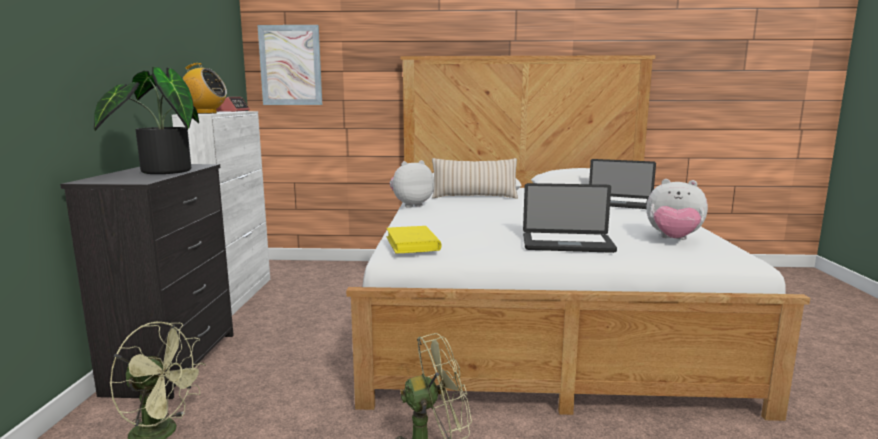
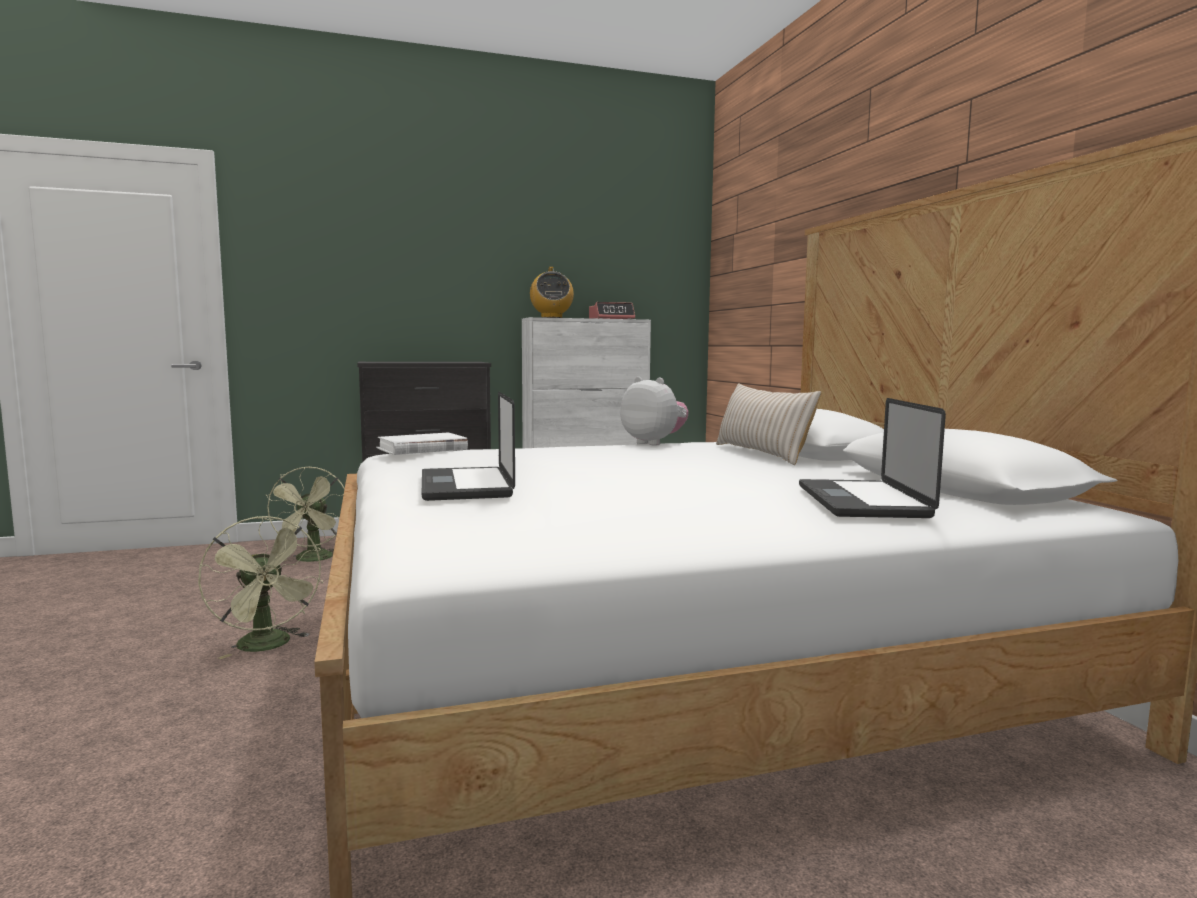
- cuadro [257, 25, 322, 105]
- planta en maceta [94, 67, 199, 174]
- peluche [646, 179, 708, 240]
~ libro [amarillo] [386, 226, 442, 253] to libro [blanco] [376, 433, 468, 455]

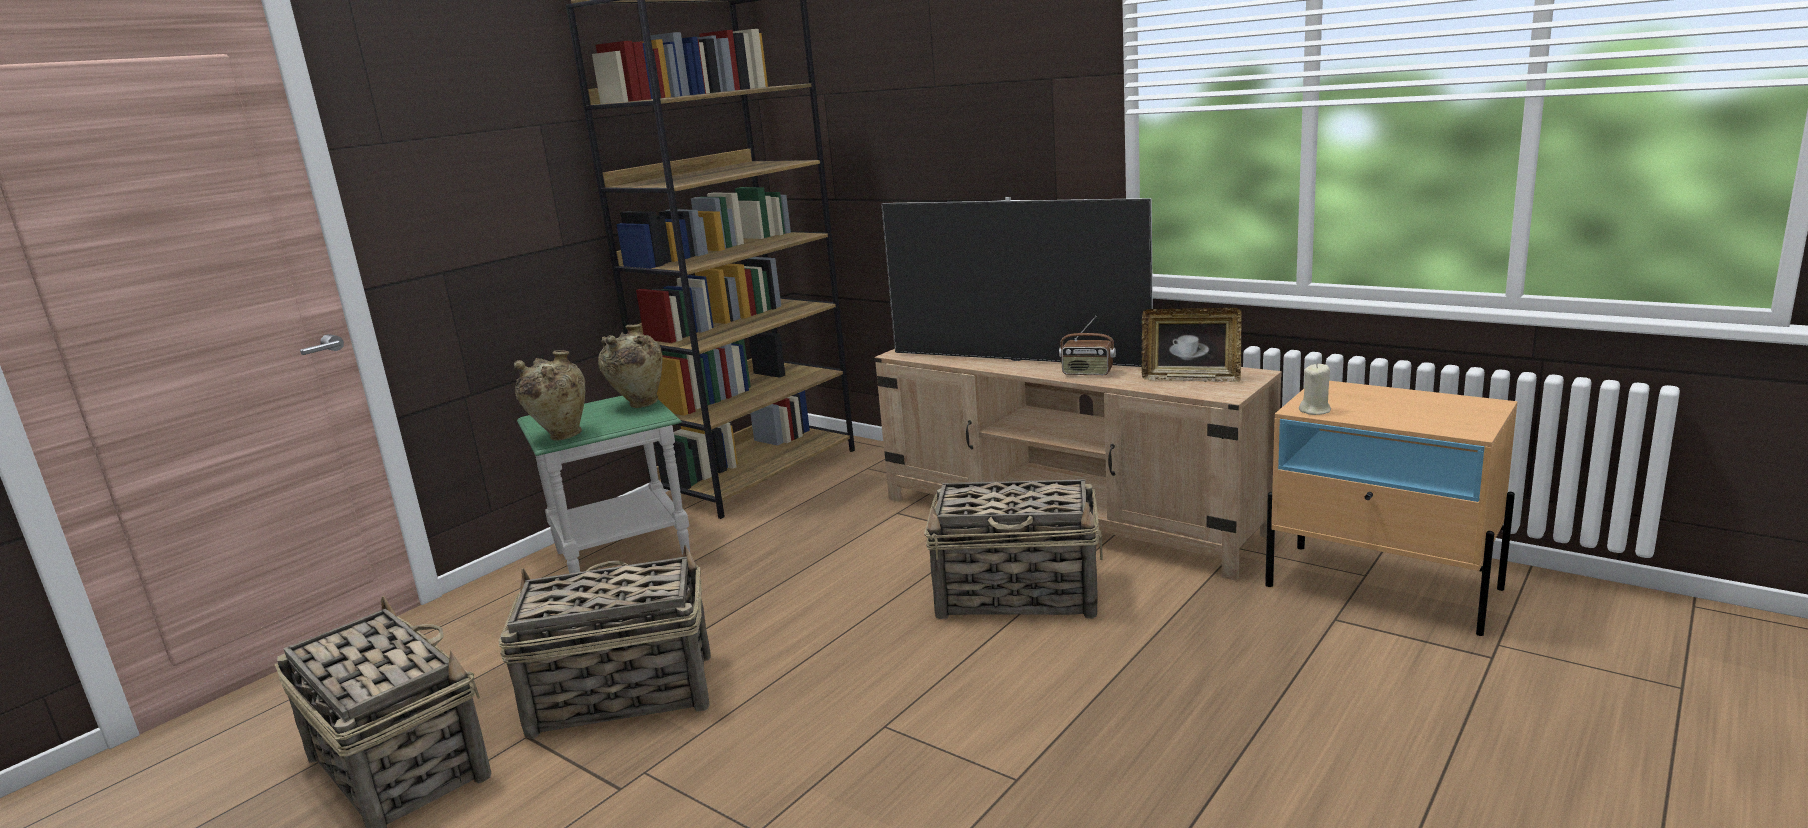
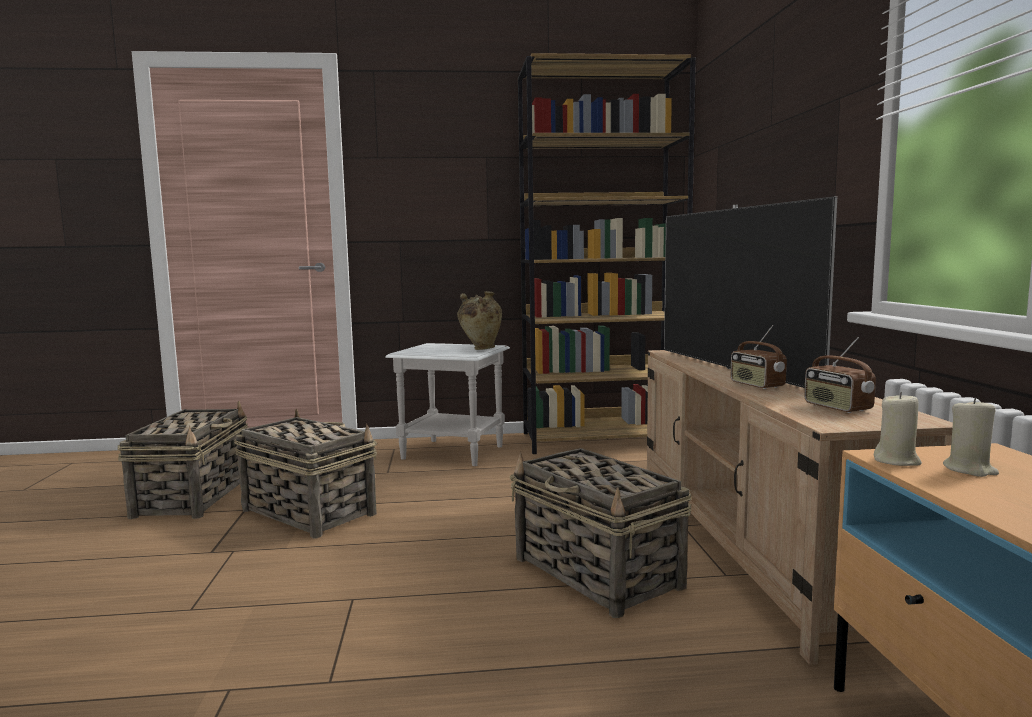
~ portarretratos [1141, 308, 1242, 382] to radio [804, 337, 876, 413]
- florero [beis] [514, 350, 586, 441]
~ mesa auxiliar [verde] [517, 396, 690, 573] to mesa auxiliar [blanco] [385, 343, 510, 466]
+ vela [beis] [943, 398, 999, 477]

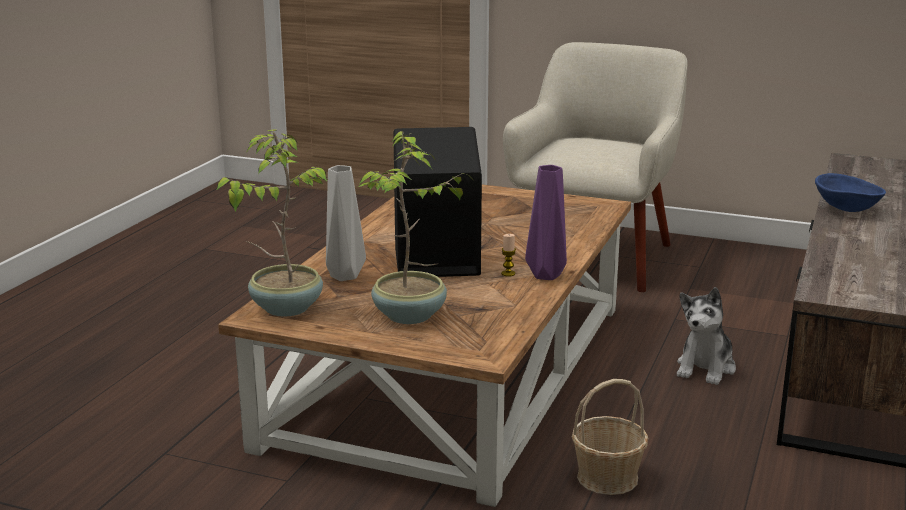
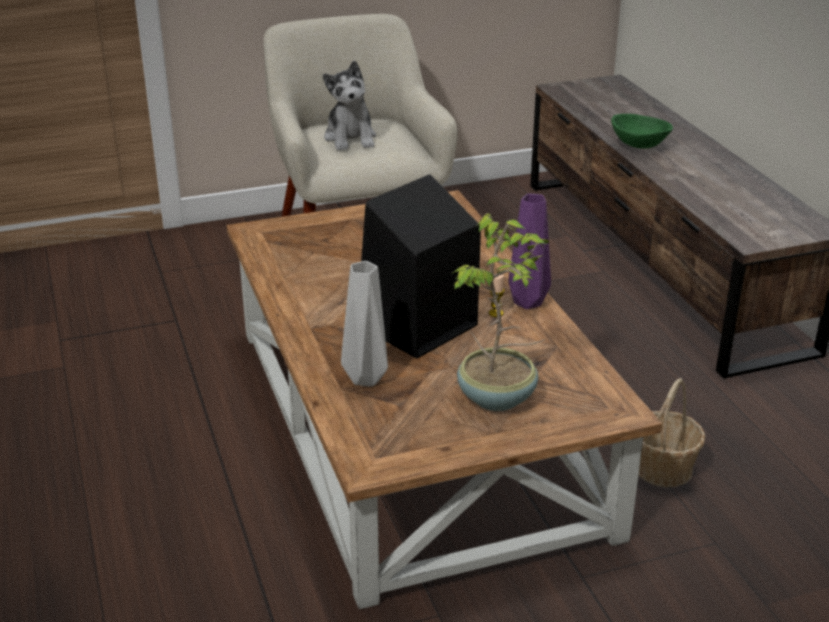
- planta en maceta [216, 129, 327, 316]
~ cuenco [azul] [815, 173, 886, 212] to cuenco [verde] [611, 114, 673, 149]
~ peluche [677, 287, 736, 385] to [323, 60, 376, 151]

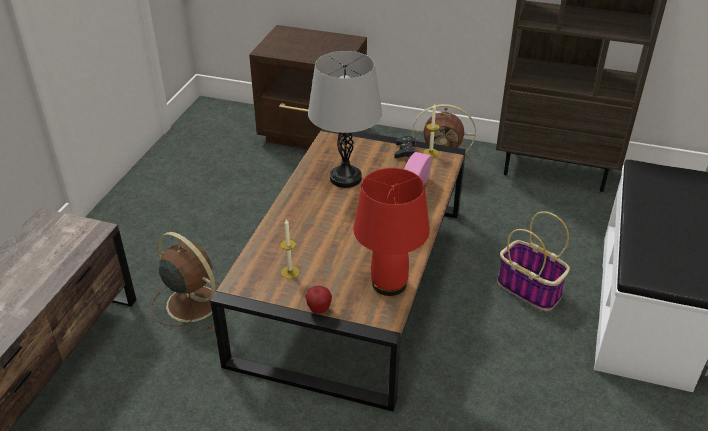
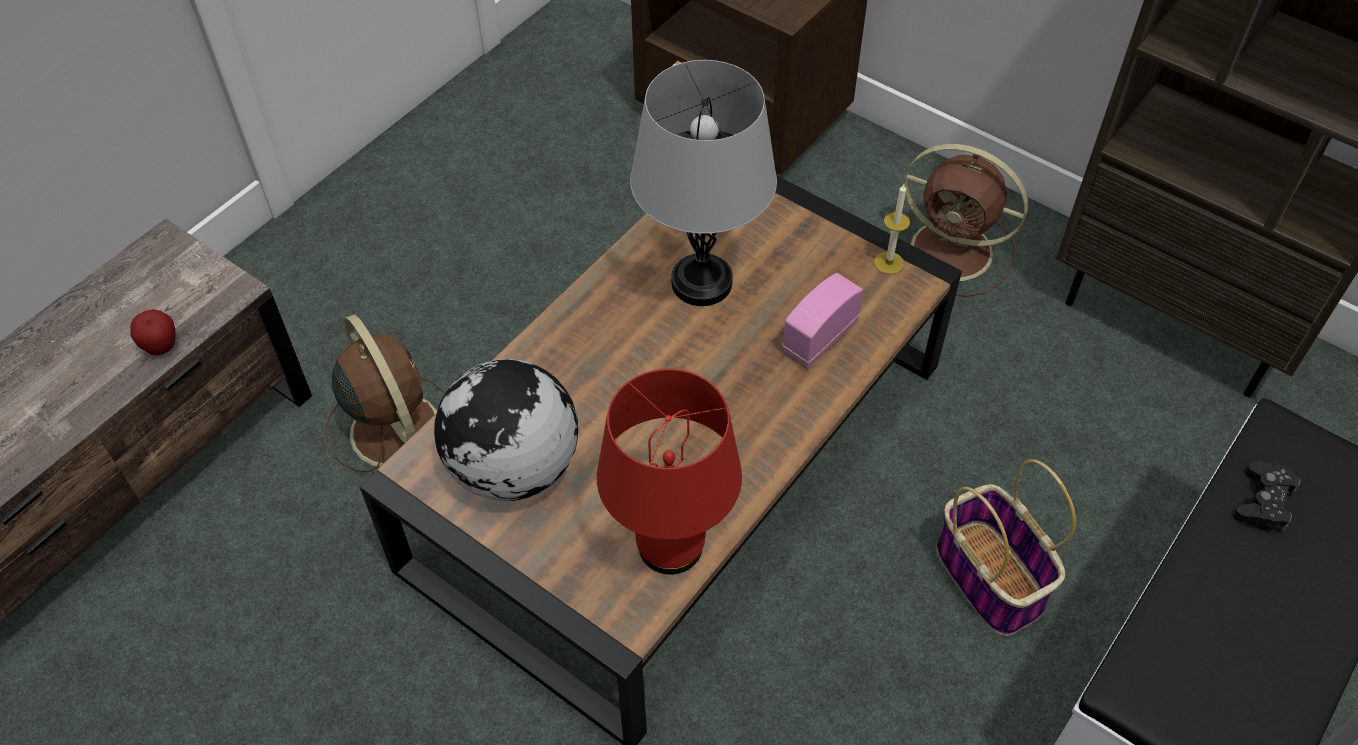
~ mando de consola [negro] [394, 136, 416, 158] to [1233, 462, 1300, 532]
~ vela [280, 219, 299, 279] to globo terráqueo [434, 359, 578, 501]
~ manzana [305, 286, 332, 314] to [130, 309, 176, 355]

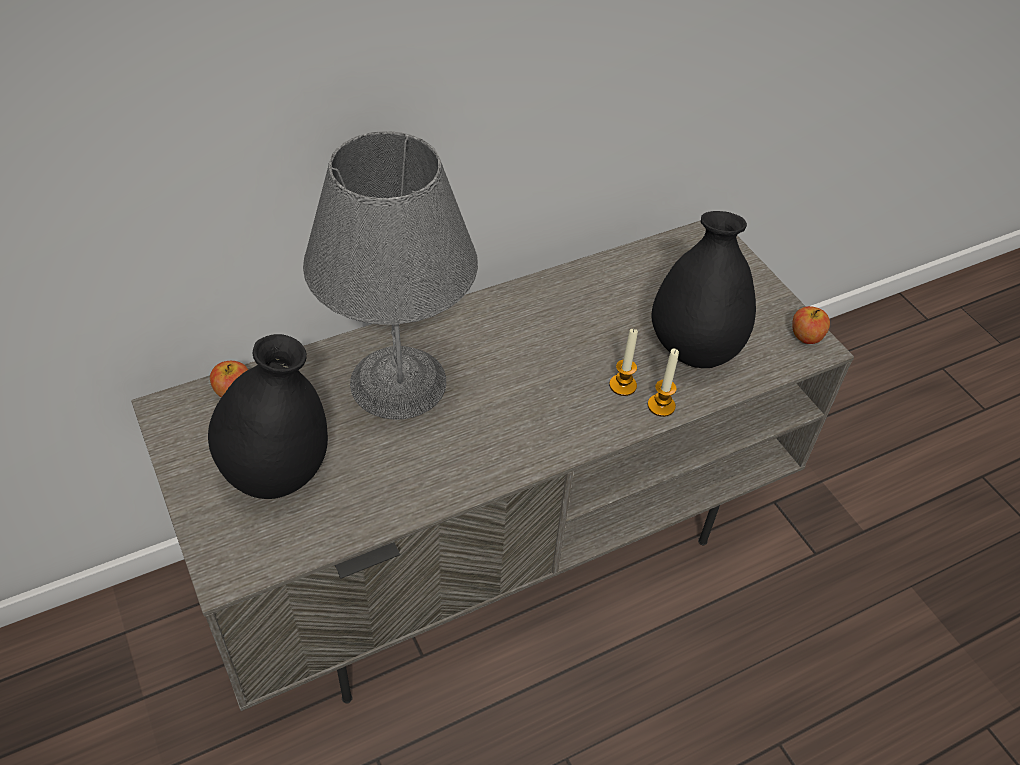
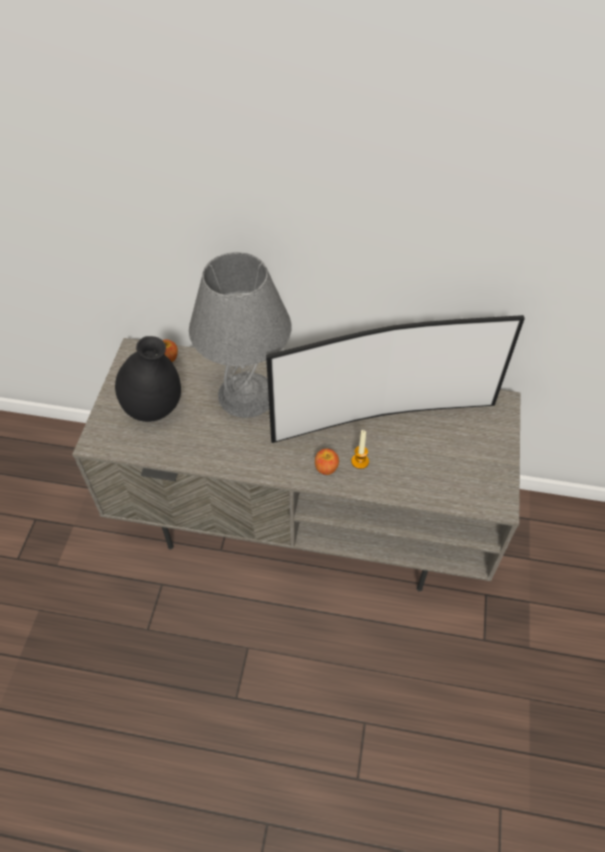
- florero [negro] [651, 211, 756, 368]
~ manzana [792, 306, 830, 344] to [315, 449, 339, 475]
- vela [648, 349, 679, 417]
+ televisor [266, 315, 525, 443]

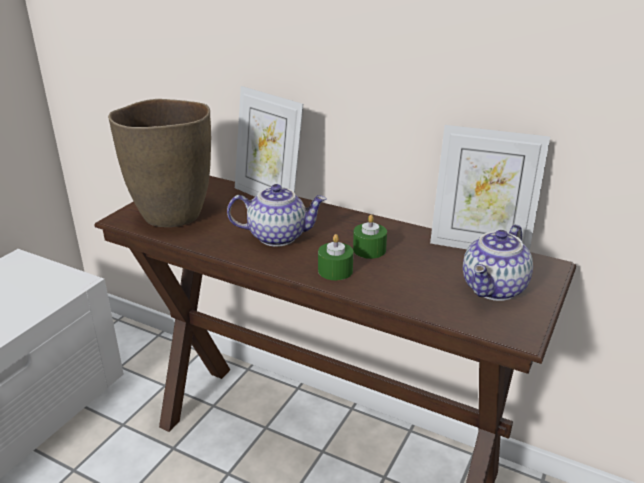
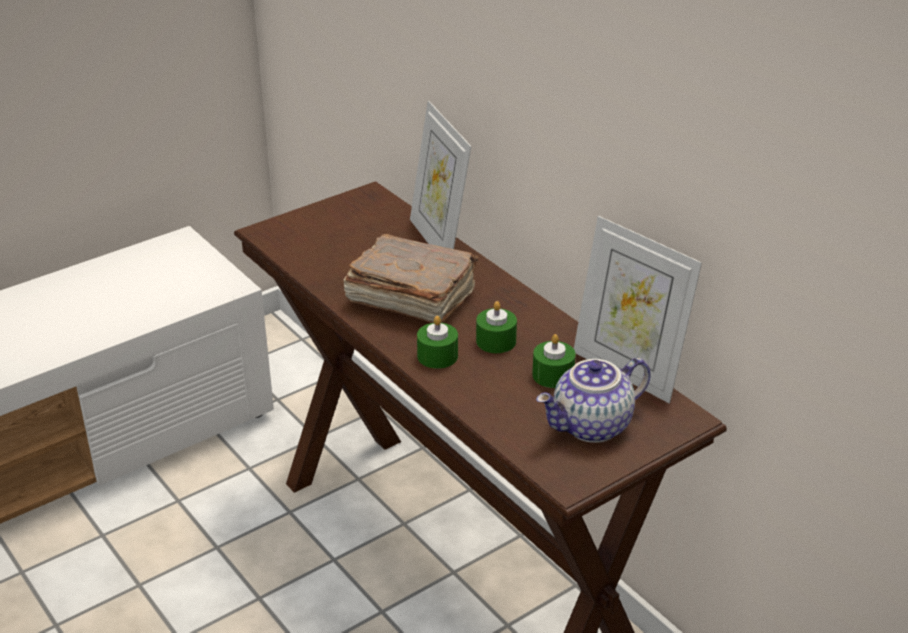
- florero [marrón] [108, 99, 211, 227]
~ tetera [227, 184, 327, 247] to libro [marrón] [344, 234, 478, 323]
+ vela [verde] [532, 334, 576, 388]

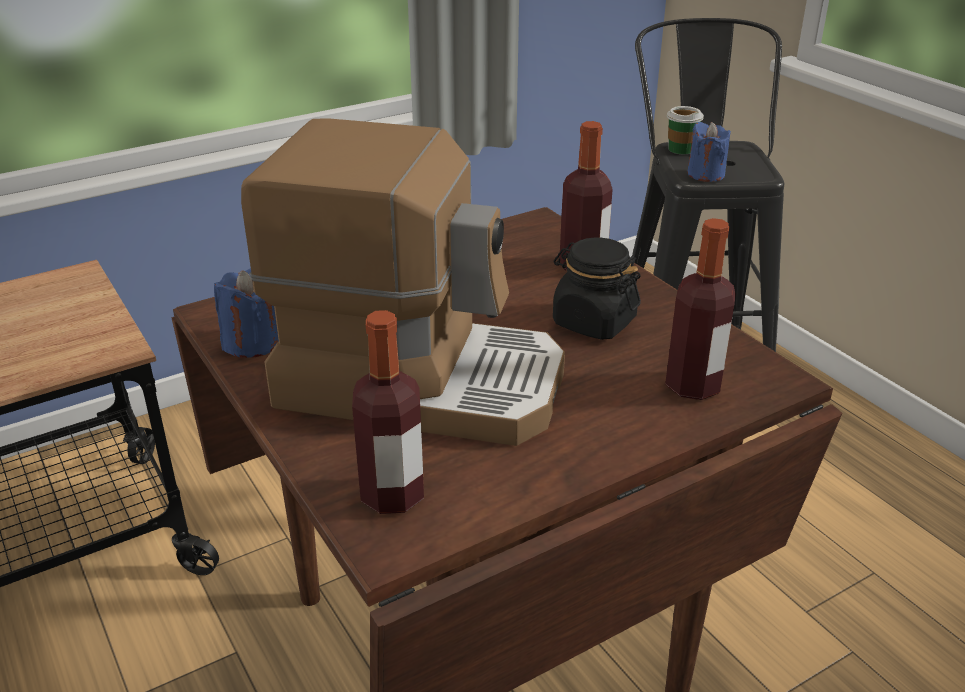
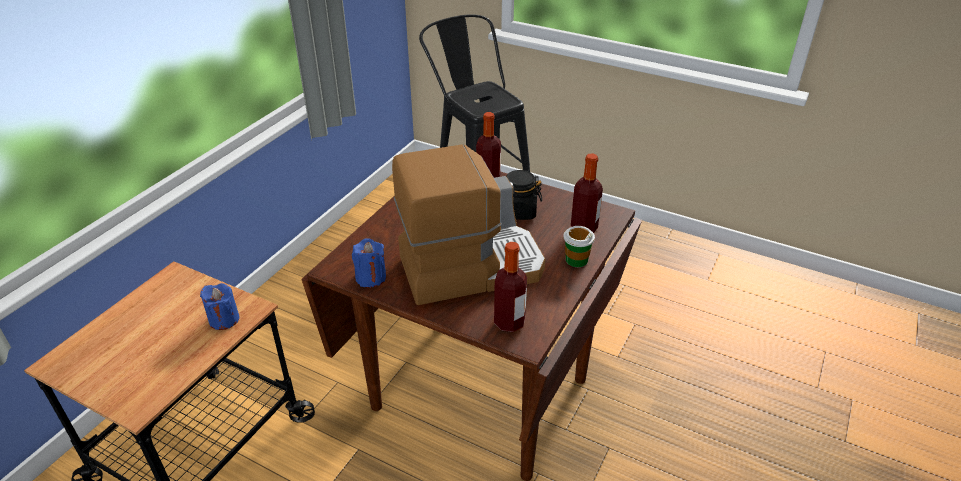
~ taza [667, 106, 704, 154] to [563, 226, 595, 267]
~ vela [azul] [687, 122, 731, 182] to [200, 283, 239, 330]

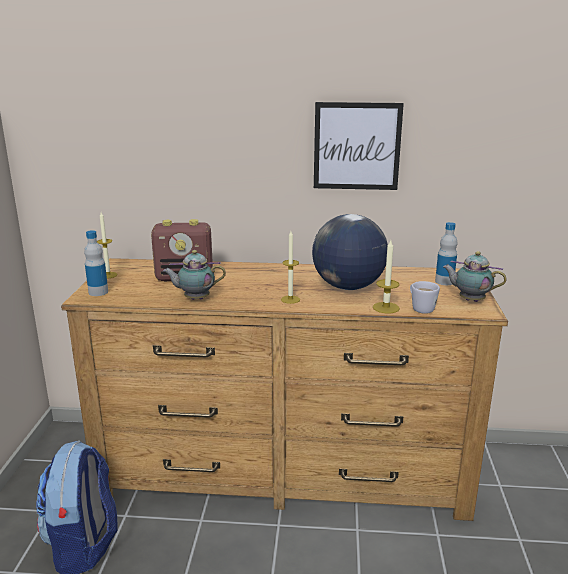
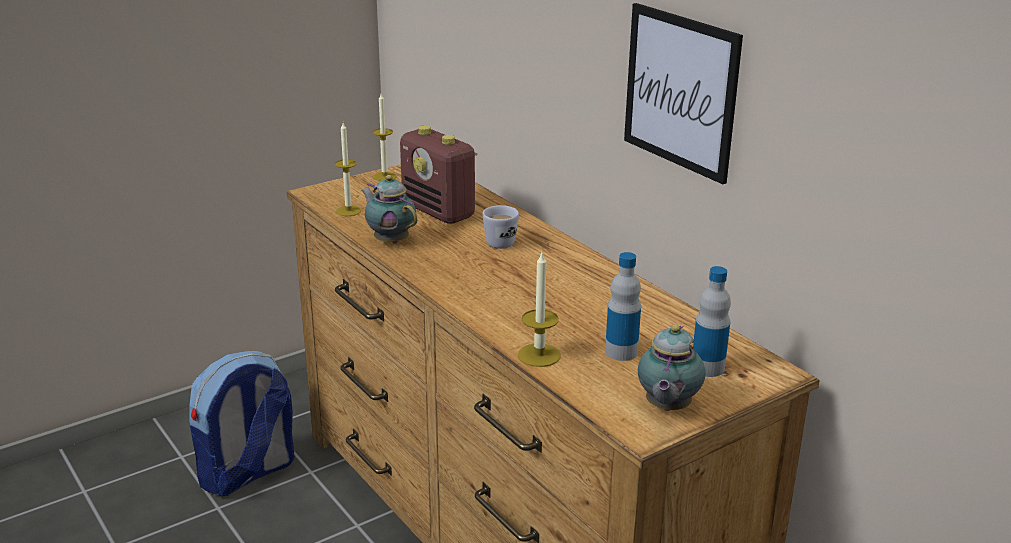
- globo terráqueo [312, 214, 388, 290]
~ botella [84, 230, 108, 296] to [605, 252, 641, 361]
~ vela [281, 231, 300, 304] to [335, 123, 361, 216]
~ tetera [443, 251, 507, 302] = [638, 324, 705, 411] 150 degrees counterclockwise
~ taza grande [blanco] [410, 281, 440, 314] to [483, 205, 519, 249]

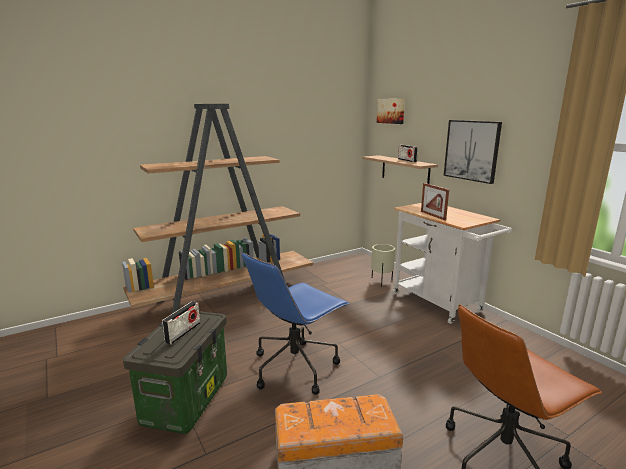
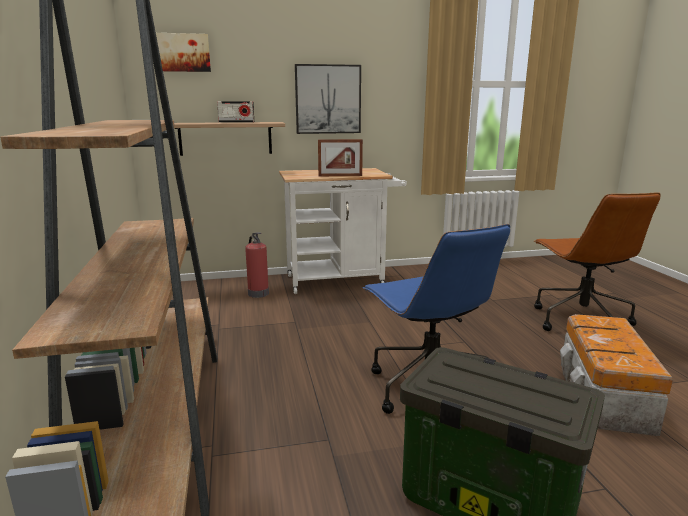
~ maceta [beis] [371, 244, 395, 287] to extintor [245, 232, 269, 298]
- radio [162, 301, 200, 345]

